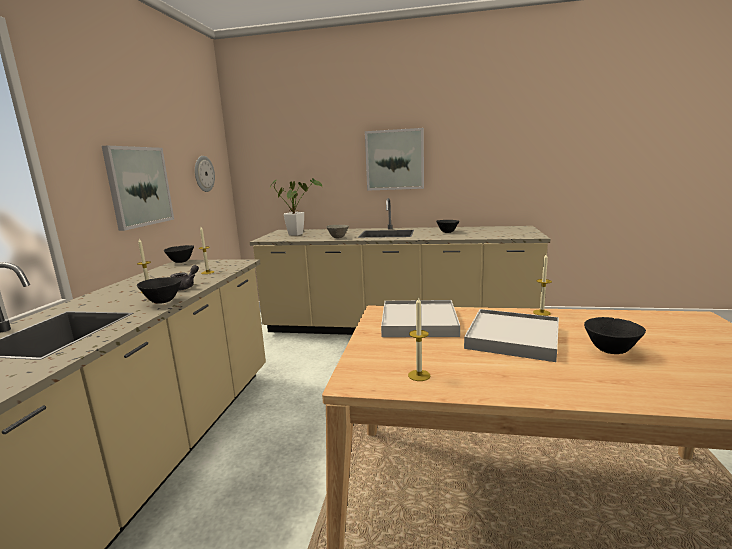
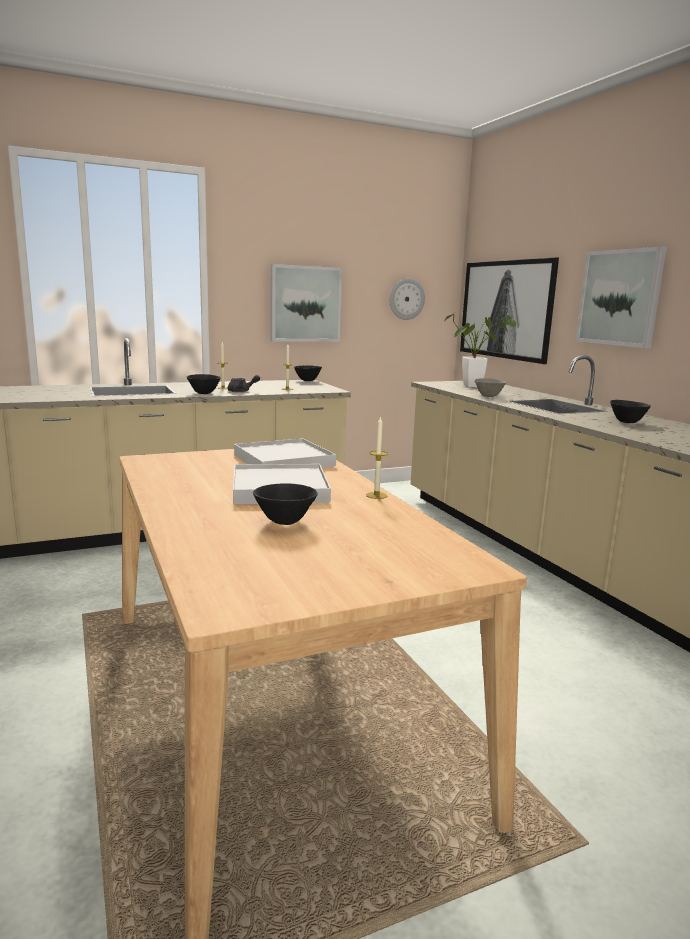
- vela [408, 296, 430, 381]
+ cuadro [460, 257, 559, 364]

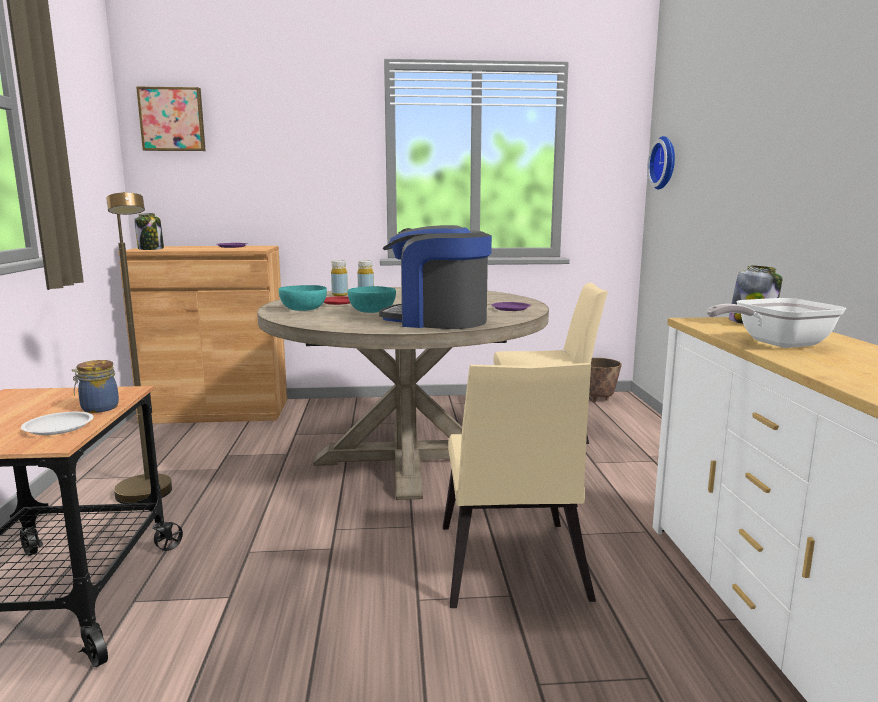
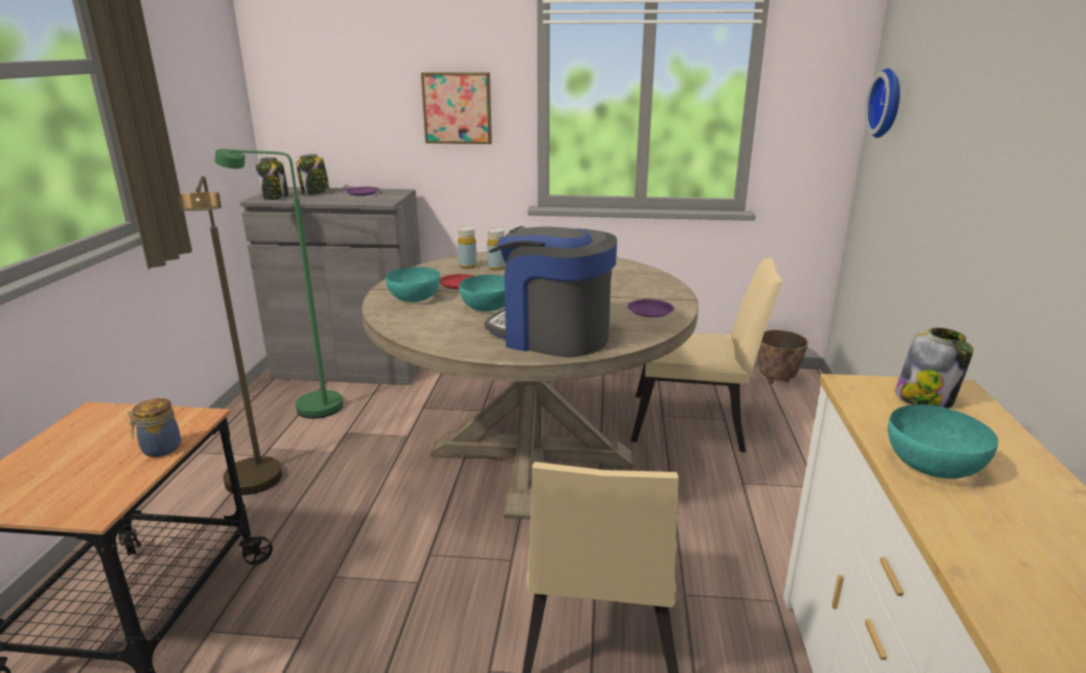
~ cuadro [136, 87, 206, 151] to [421, 72, 492, 144]
~ armario [marrón] [118, 246, 287, 424] to armario [gris] [240, 187, 421, 385]
~ sartén [707, 298, 846, 348] to cuenco [turquesa] [888, 404, 998, 479]
- plato [blanco] [21, 412, 93, 435]
+ lámpara de pie [verde] [215, 149, 343, 419]
+ tarro [296, 154, 330, 195]

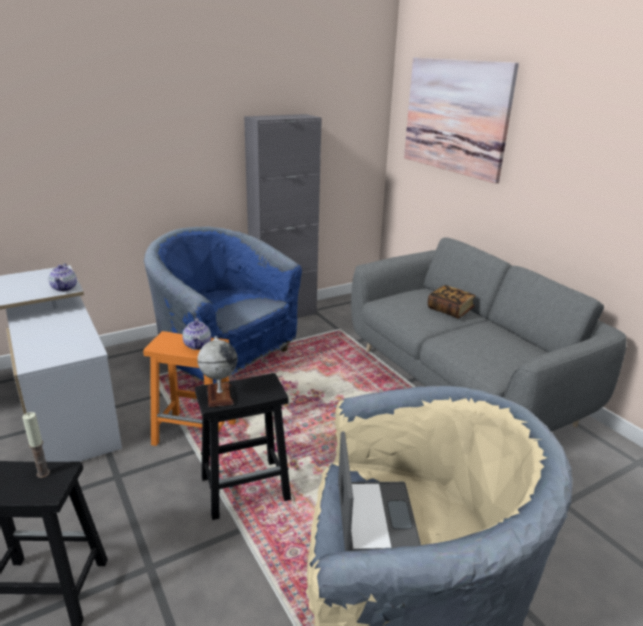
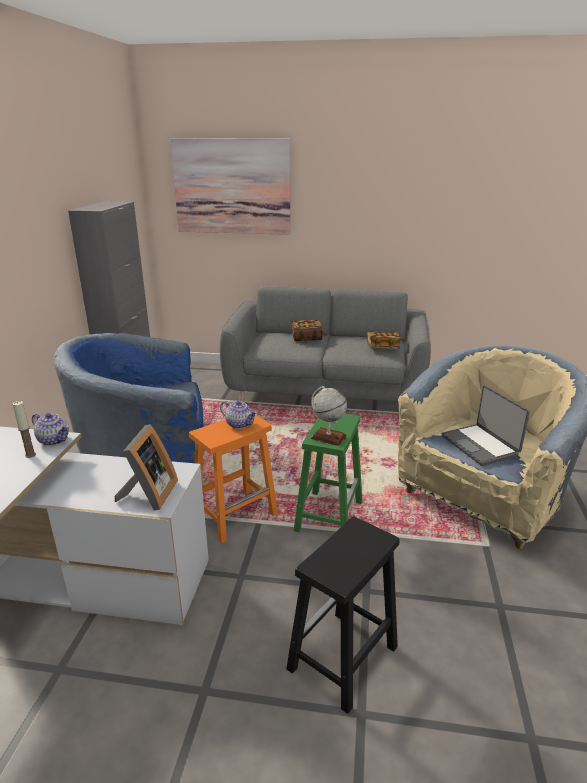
~ taburete [negro] [195, 373, 291, 520] to taburete [verde] [294, 413, 362, 532]
~ vela [22, 412, 50, 478] to [12, 401, 36, 458]
~ portátil [338, 431, 421, 551] = [442, 385, 530, 466] 150 degrees counterclockwise
+ libro [367, 331, 401, 349]
+ portarretratos [115, 424, 178, 511]

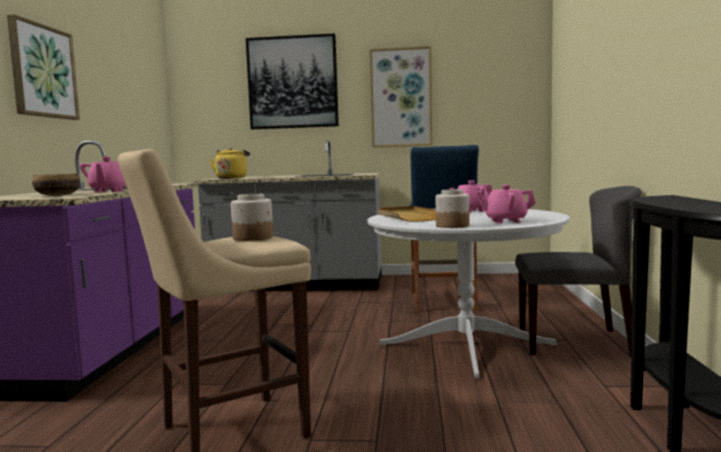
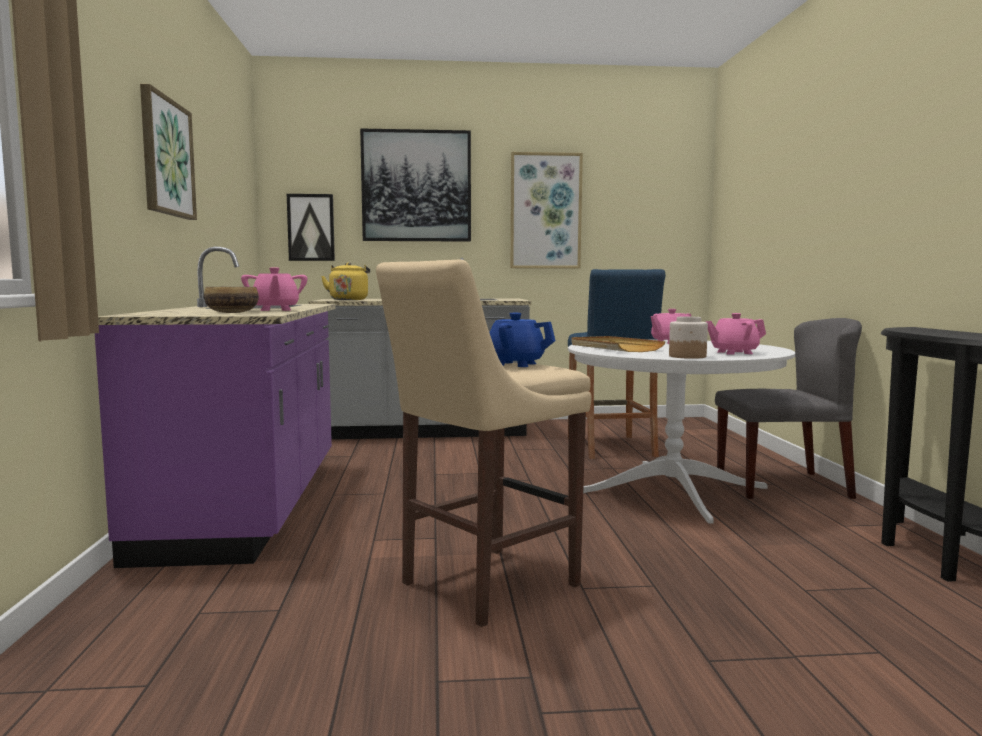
~ tarro [231, 194, 273, 241] to tetera [azul] [489, 313, 556, 367]
+ cuadro [287, 194, 335, 261]

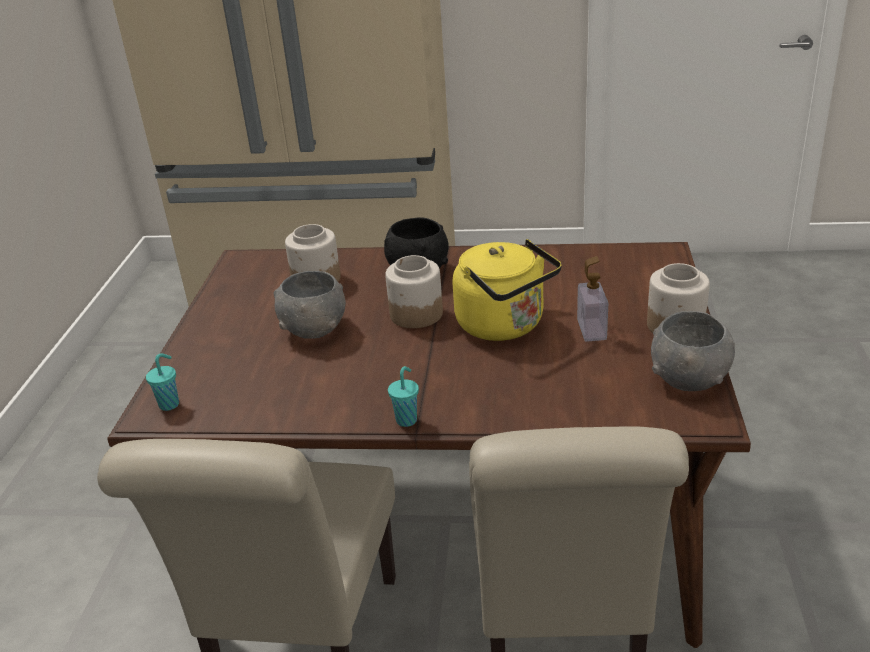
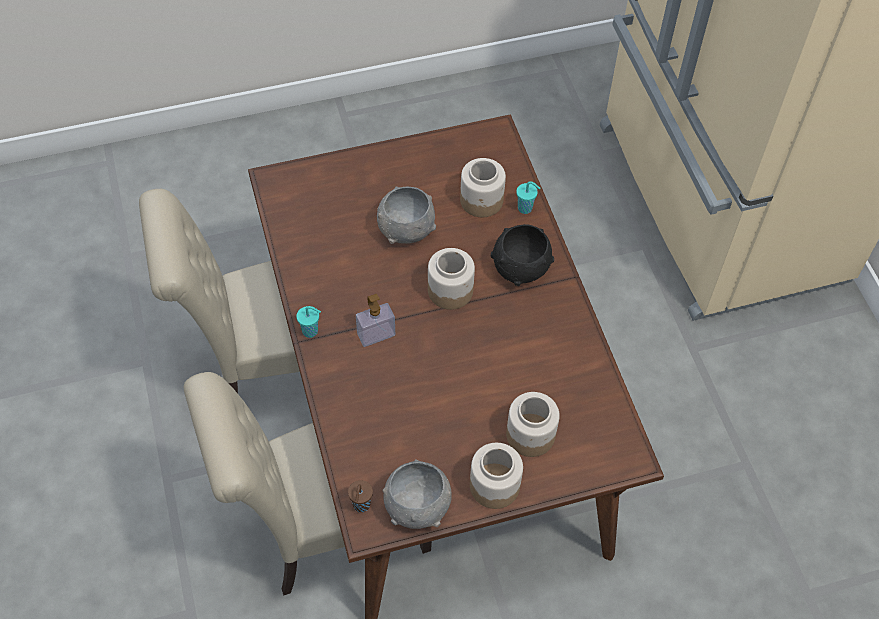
- hervidor [amarillo] [453, 239, 562, 341]
~ dispensador de jabón [577, 256, 608, 342] to [356, 294, 395, 347]
~ taza [turquesa] [146, 353, 179, 411] to [516, 181, 540, 214]
+ tarro [506, 392, 560, 457]
+ taza [marrón] [348, 480, 373, 512]

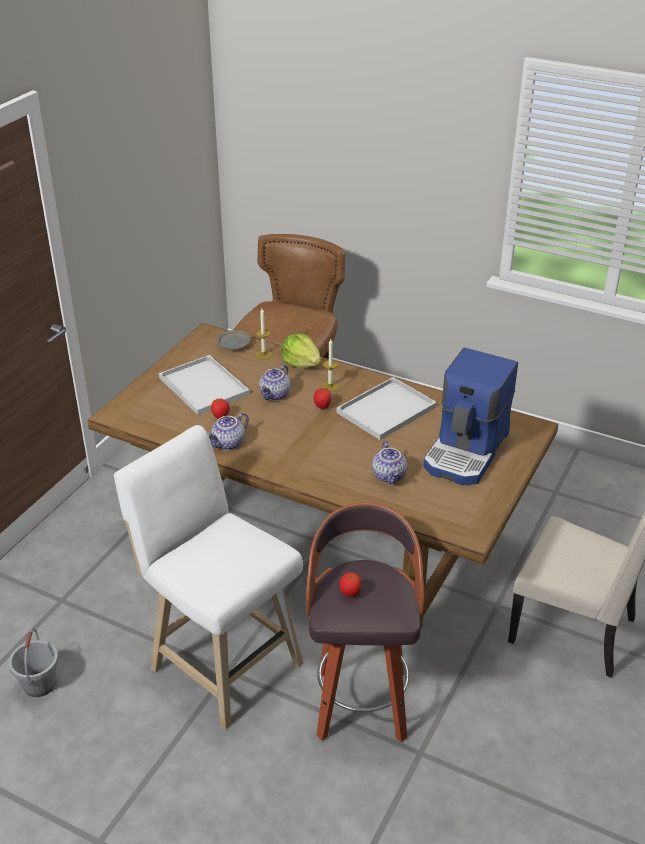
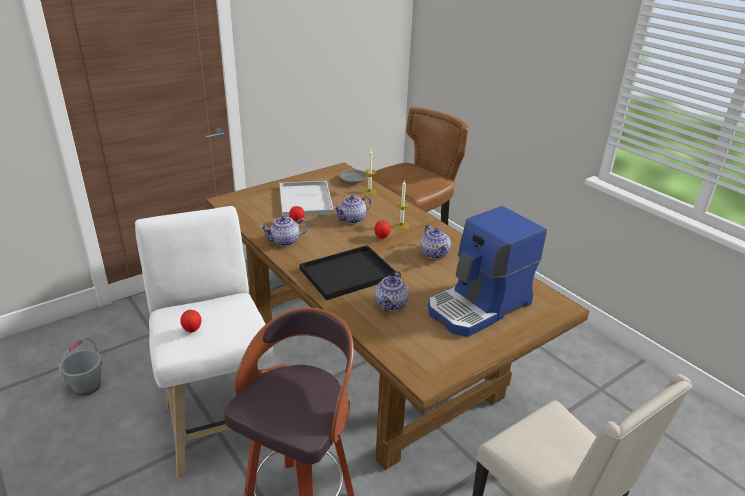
- lechuga [282, 333, 321, 367]
~ bandeja [blanco] [337, 377, 437, 440] to tetera [420, 225, 451, 259]
~ tomate [340, 572, 361, 597] to [180, 310, 202, 333]
+ bandeja [negro] [299, 245, 396, 300]

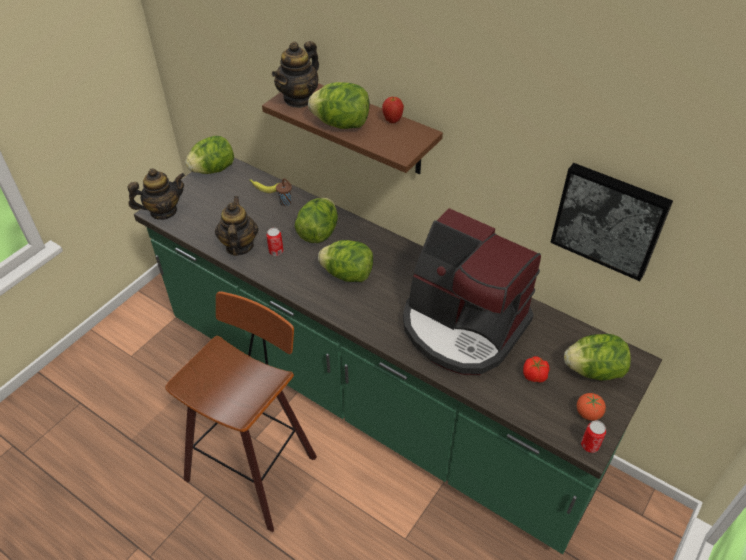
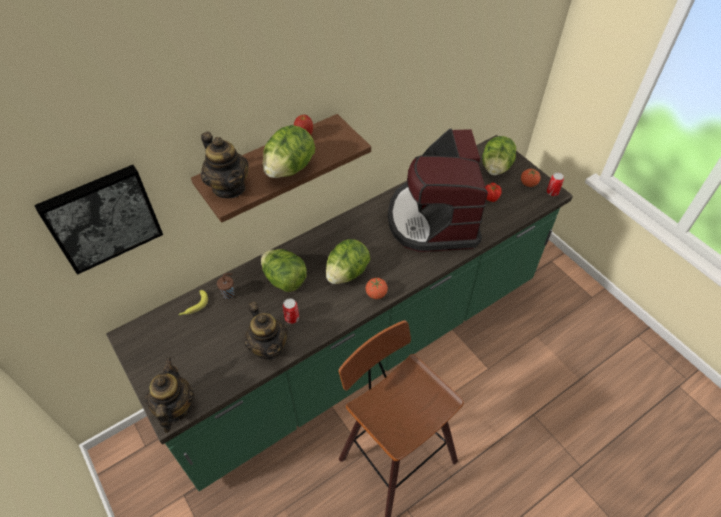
- lechuga [185, 136, 234, 174]
~ cuadro [550, 163, 673, 281] to [34, 165, 163, 275]
~ tetera [215, 196, 259, 256] = [244, 302, 288, 360] 135 degrees counterclockwise
~ cafetera [403, 208, 541, 375] = [388, 129, 488, 252] 120 degrees clockwise
+ tomate [366, 278, 388, 299]

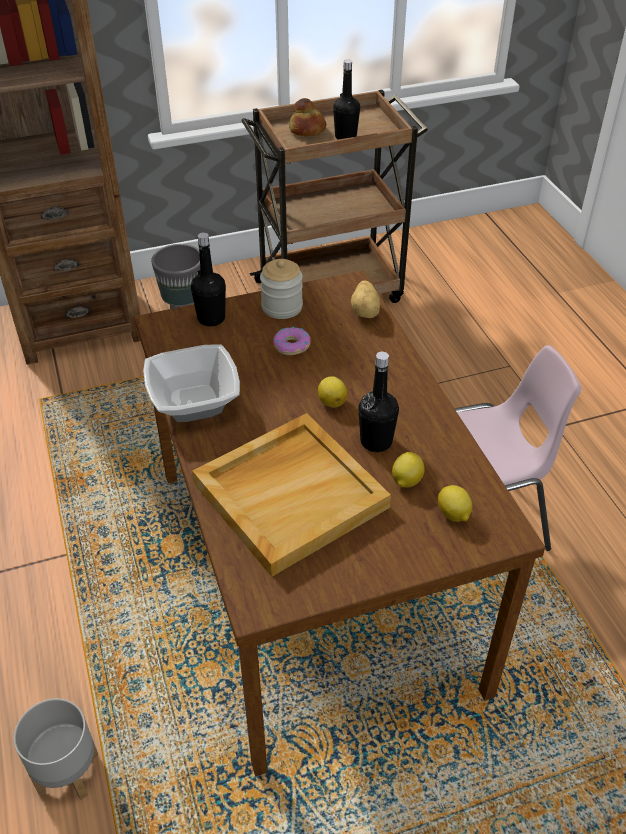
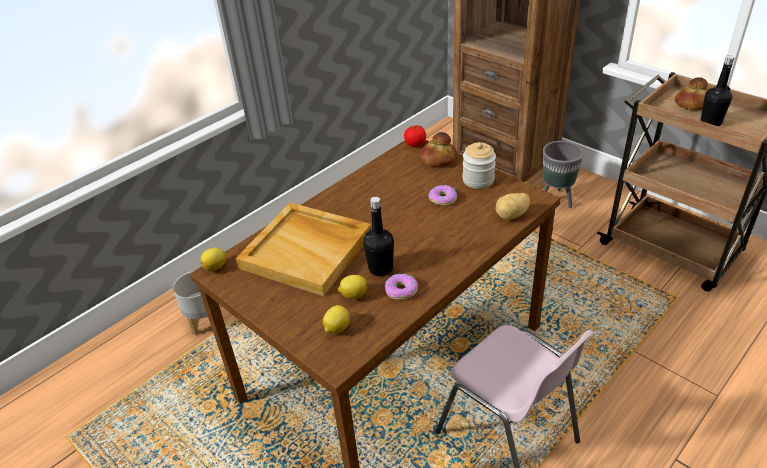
~ botella [negro] [191, 232, 226, 327] to pan [420, 132, 457, 167]
- cuenco [143, 344, 240, 422]
~ limón [318, 376, 347, 408] to [201, 248, 226, 271]
+ tomate [404, 125, 426, 147]
+ rosquilla [385, 273, 418, 300]

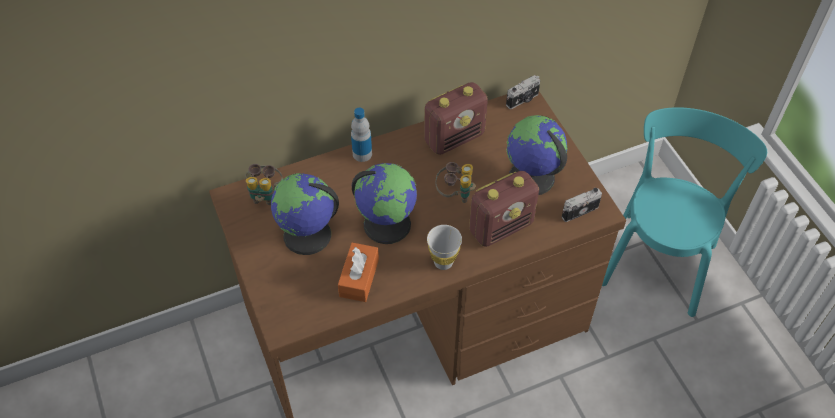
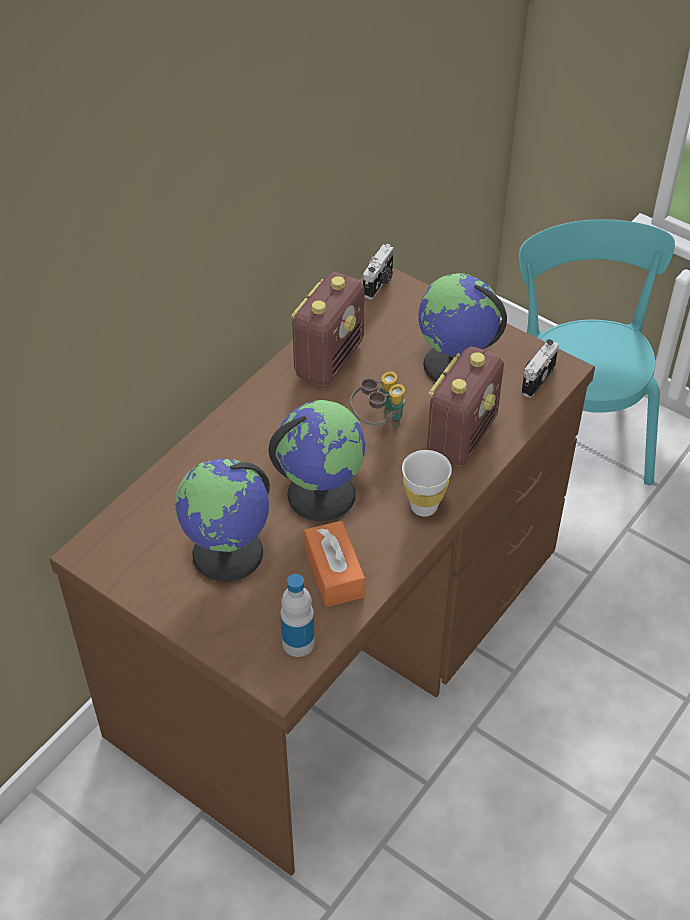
~ botella [351, 108, 372, 162] to [280, 574, 315, 657]
- prismáticos [245, 164, 283, 205]

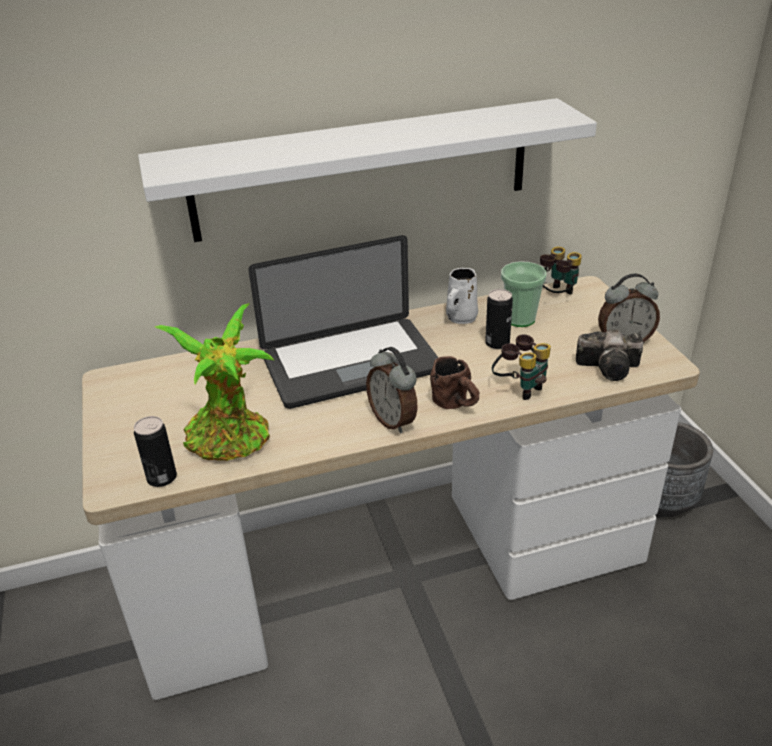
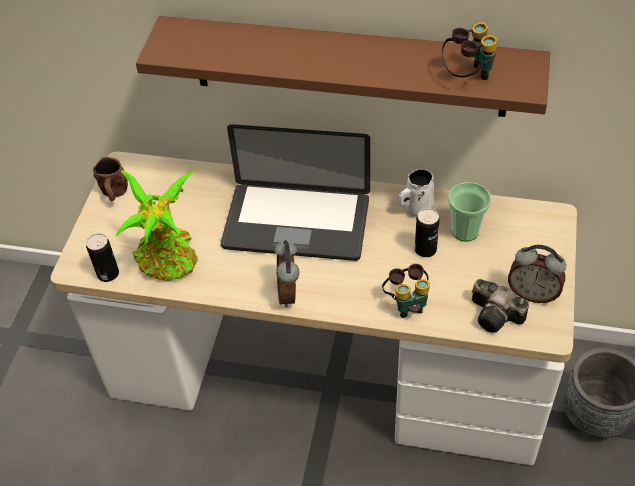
~ estante [blanco] [138, 98, 597, 242] to estante [marrón] [136, 16, 550, 117]
~ prismáticos [540, 247, 582, 295] to [442, 22, 497, 80]
~ taza grande [marrón] [430, 356, 480, 409] to [93, 157, 128, 201]

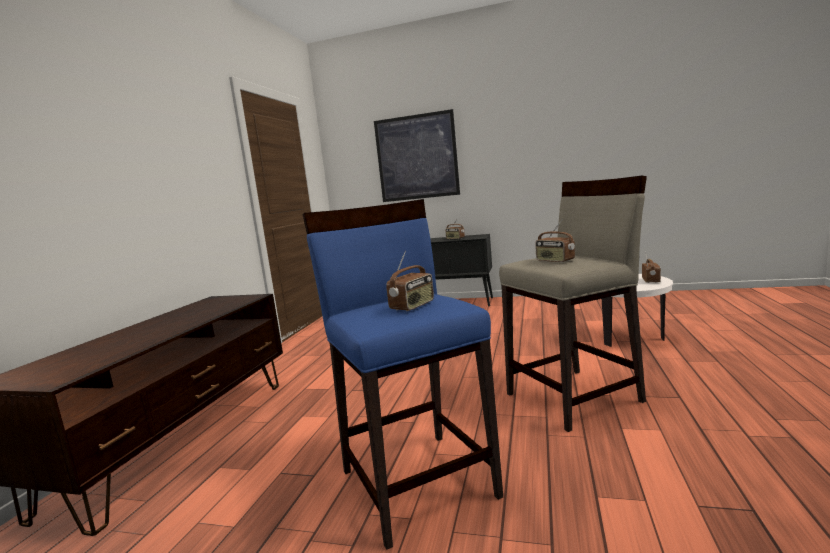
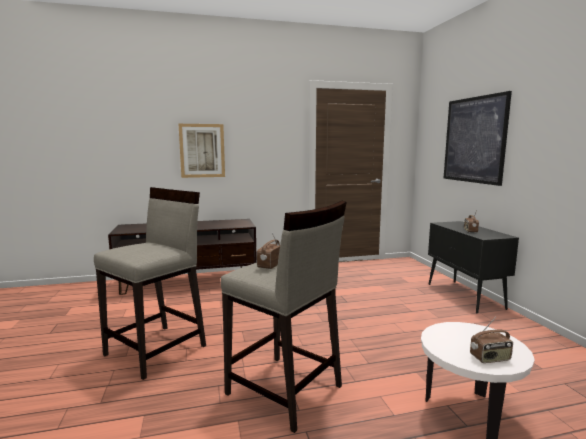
~ taburete [azul] [303, 199, 503, 550] to taburete [beis] [94, 187, 206, 380]
- radio [386, 250, 434, 311]
+ cuadro [178, 124, 225, 178]

